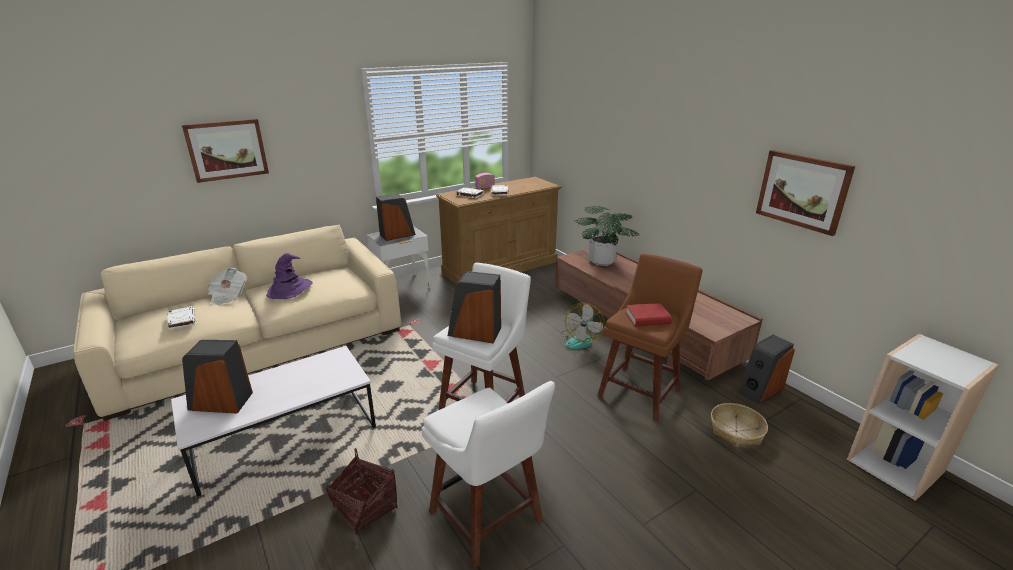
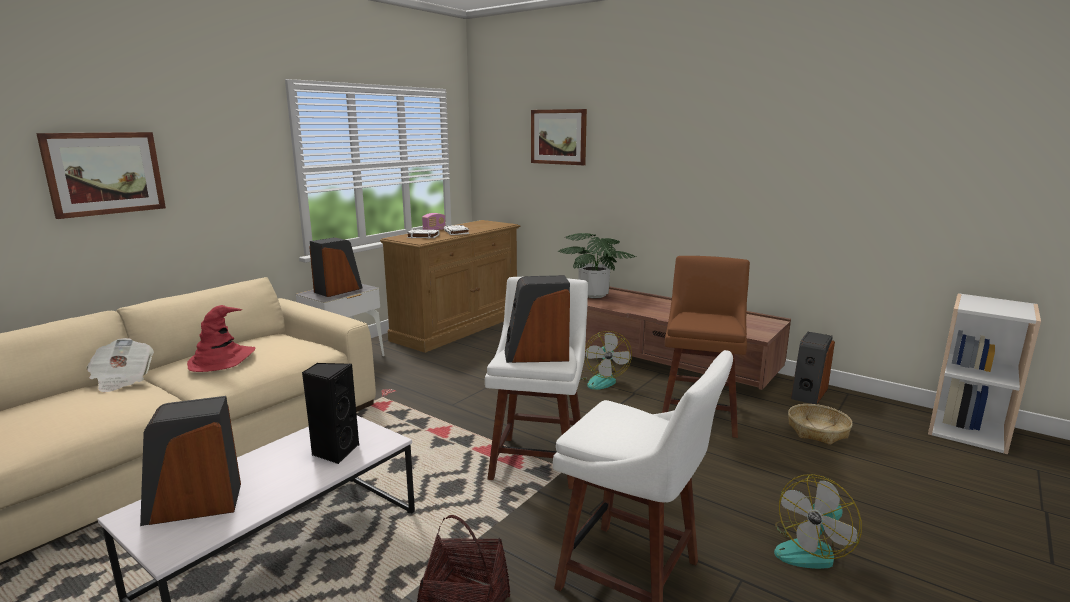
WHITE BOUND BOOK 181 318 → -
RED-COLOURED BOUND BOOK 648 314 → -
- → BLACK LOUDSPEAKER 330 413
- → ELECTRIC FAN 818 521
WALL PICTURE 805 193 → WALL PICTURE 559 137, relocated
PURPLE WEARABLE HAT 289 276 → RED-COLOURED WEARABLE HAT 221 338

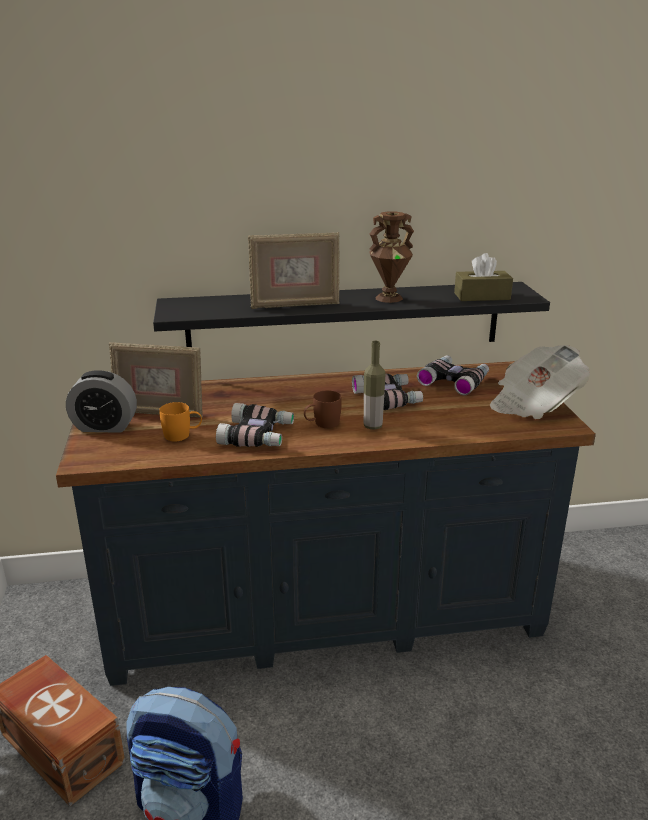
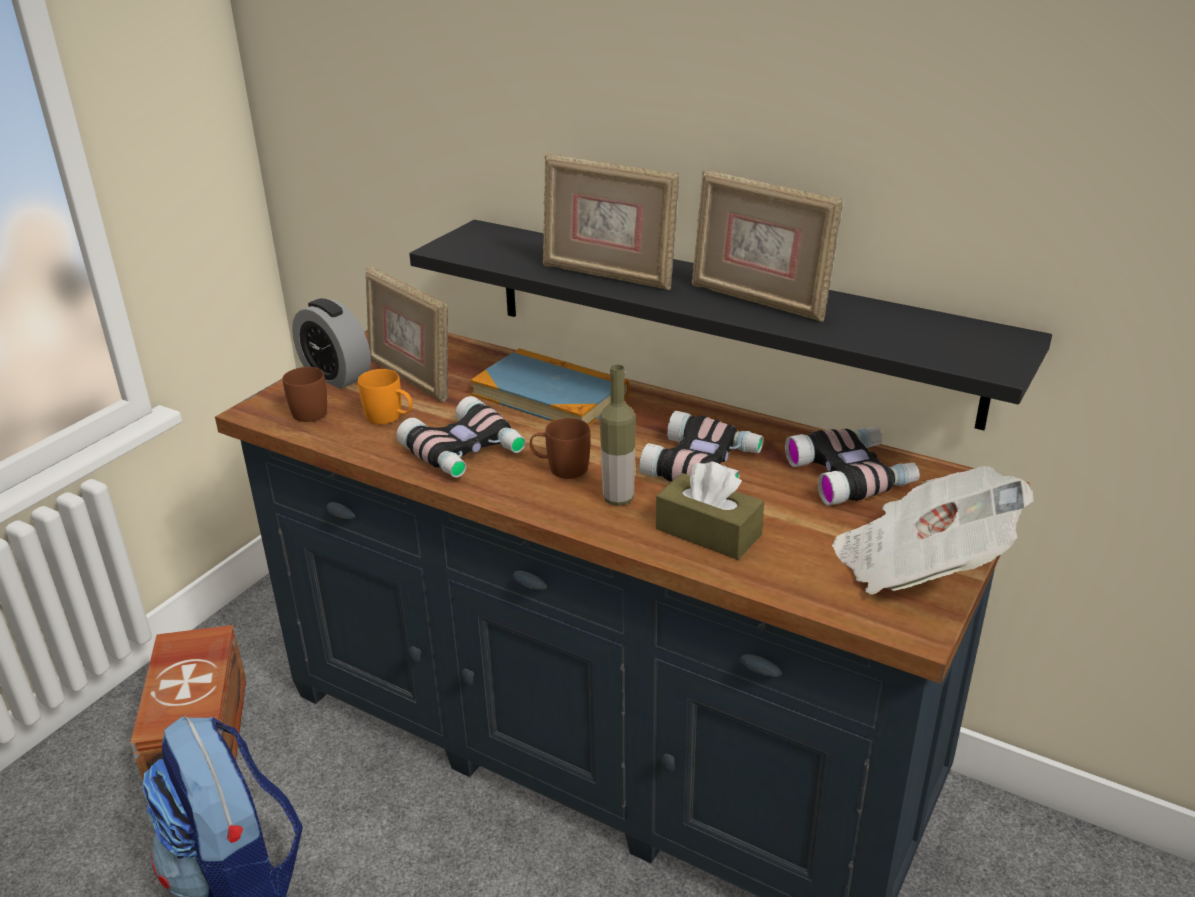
- → BROWNISH MUG 304 394
- → BOUND BOOK 549 387
BROWNISH TISSUE HOLDER 483 277 → BROWNISH TISSUE HOLDER 710 510, relocated
BROWNISH DECORATIVE VASE 391 257 → PHOTO FRAME 767 245

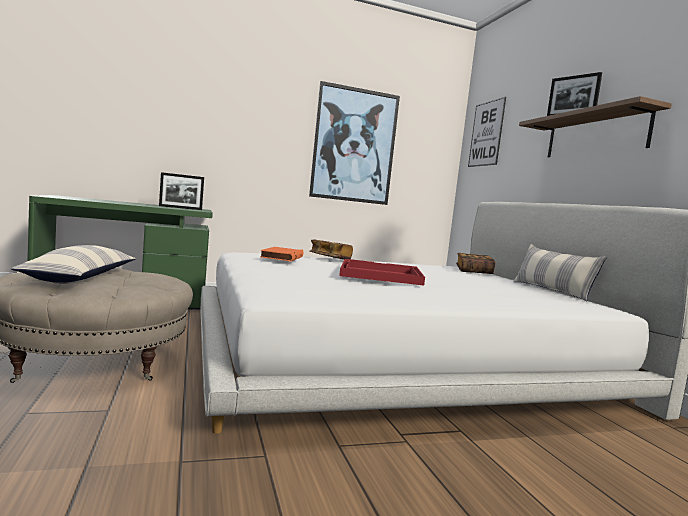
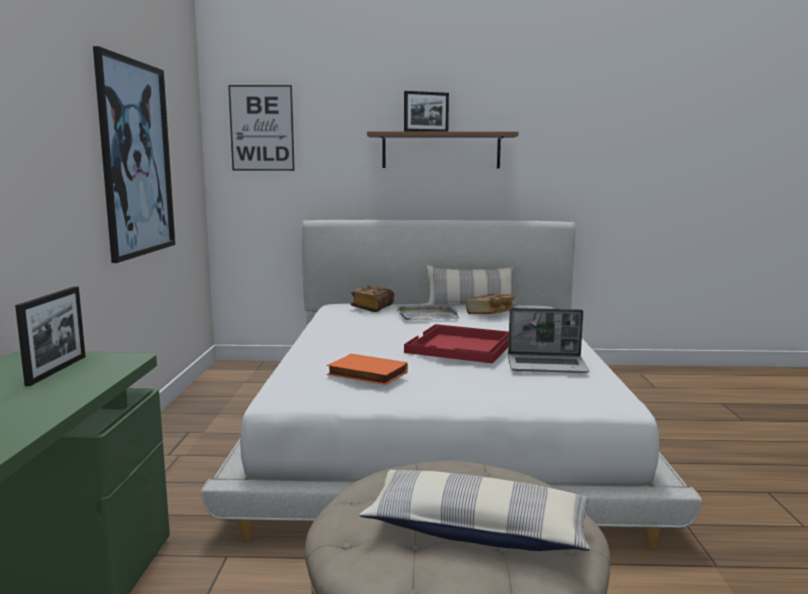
- → GREY TRAY 427 312
- → PORTABLE COMPUTER 548 340
BOUND BOOK 331 249 → BOUND BOOK 490 304, relocated

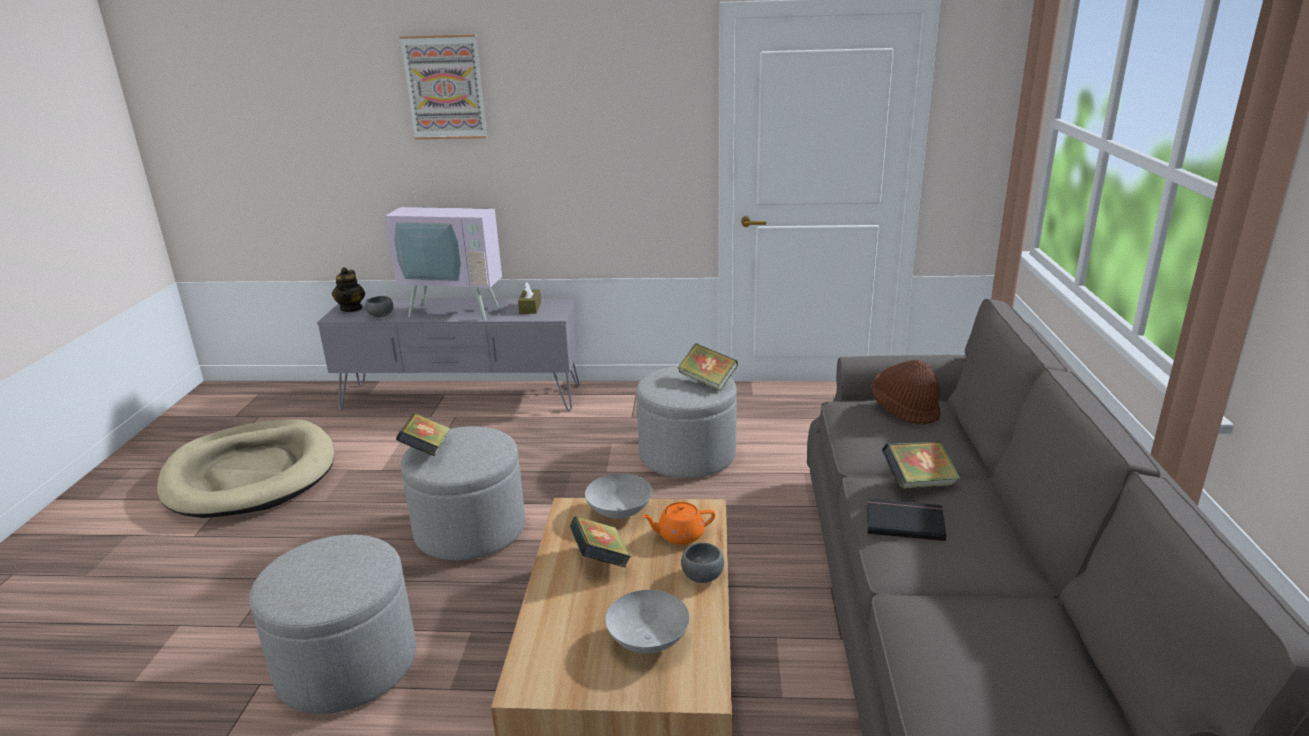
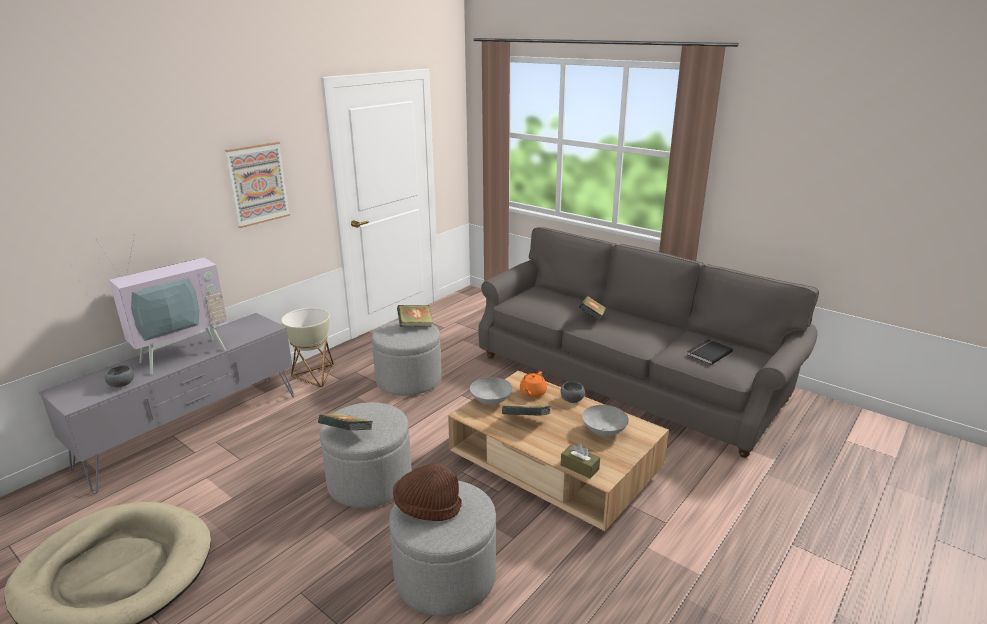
TEAPOT 348 289 → -
- → PLANT POT 307 347
WALL PICTURE 443 87 → WALL PICTURE 257 185, relocated
BROWNISH TISSUE HOLDER 529 298 → BROWNISH TISSUE HOLDER 580 461, relocated
BLACK BOUND BOOK 906 520 → BLACK BOUND BOOK 710 352, relocated
BROWNISH WEARABLE HAT 906 392 → BROWNISH WEARABLE HAT 427 492, relocated

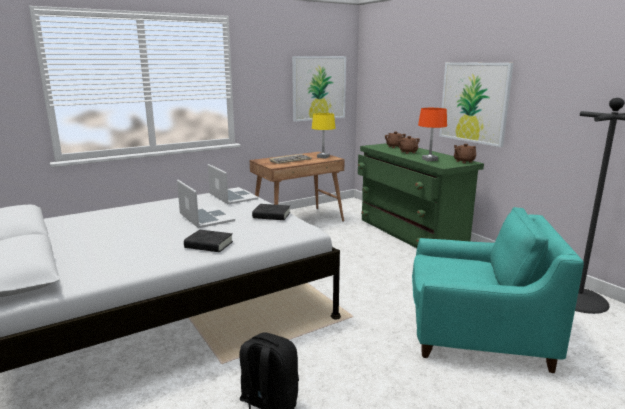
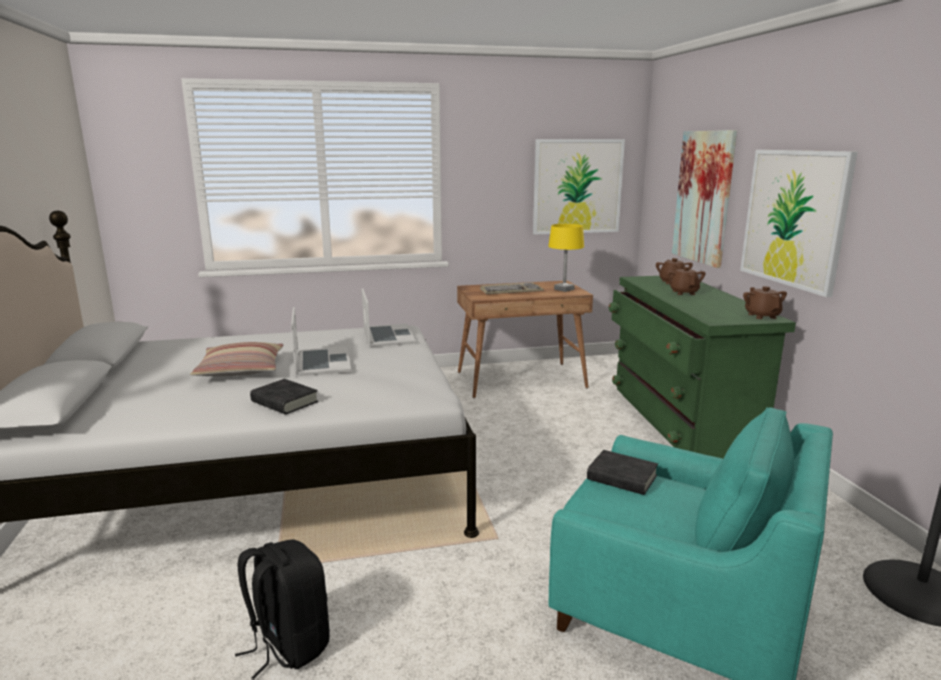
ORANGEY LAMP FOR A TABLE 432 134 → -
- → THROW PILLOW 236 359
- → WALL PICTURE 704 199
BLACK BOUND BOOK 271 212 → BLACK BOUND BOOK 622 472, relocated

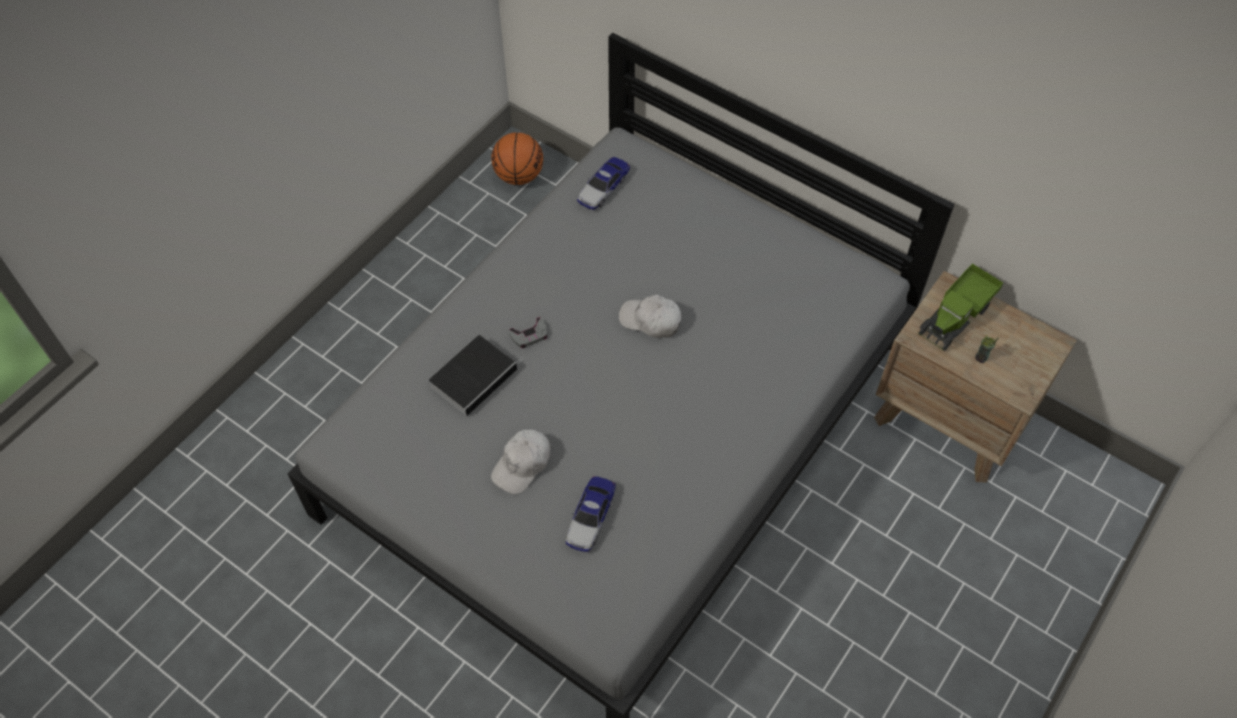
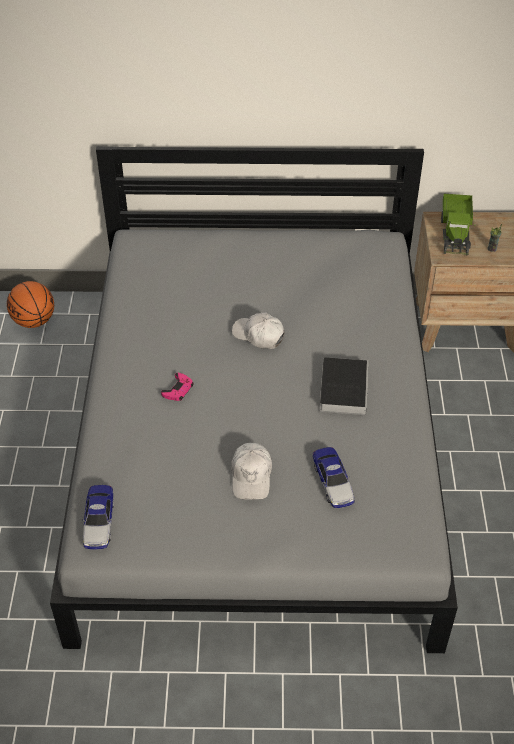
BOUND BOOK 476 375 → BOUND BOOK 343 386, relocated
TOY CAR 603 183 → TOY CAR 97 517, relocated
GREY GAMEPAD 528 332 → PINK-COLOURED GAMEPAD 177 387
WHITE BASEBALL CAP 650 316 → WHITE BASEBALL CAP 258 331, 45 degrees clockwise

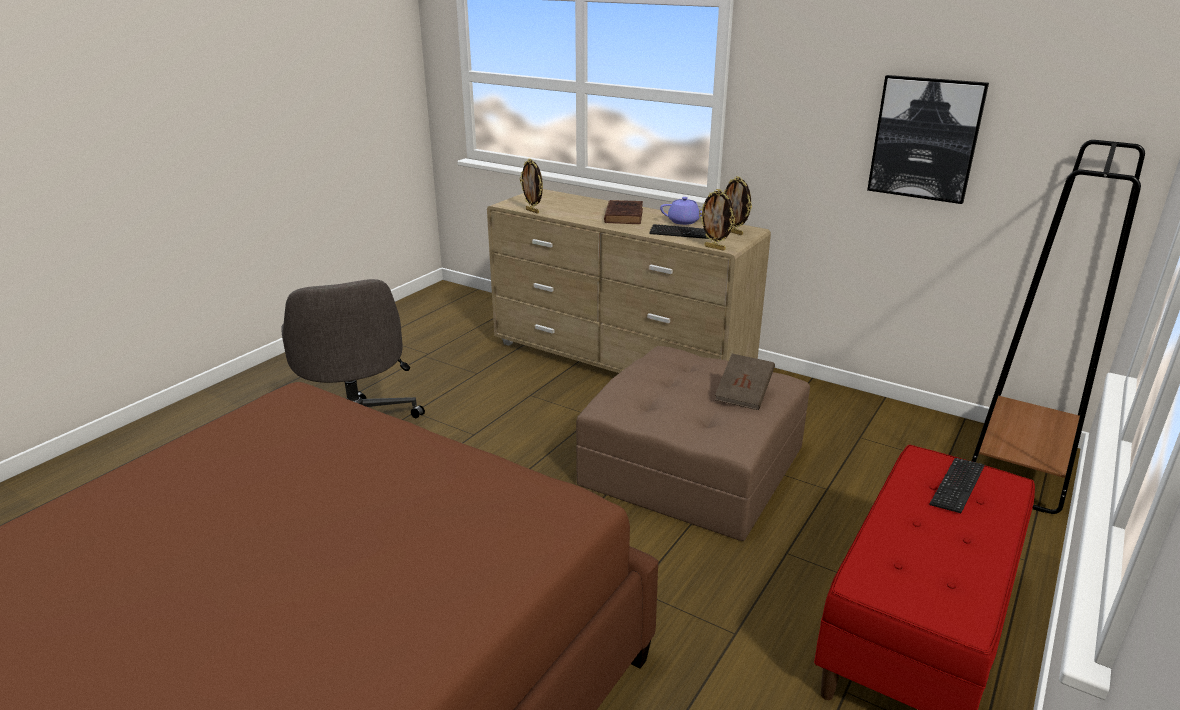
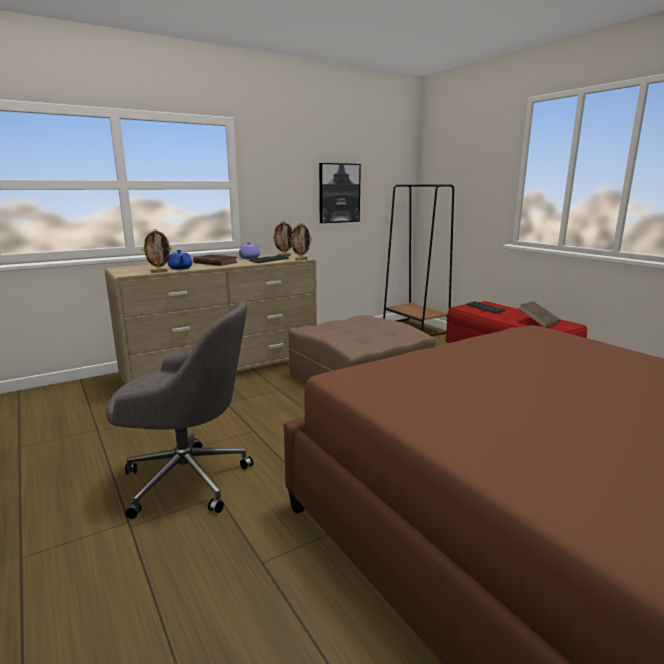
- → BLUE TEAPOT 180 260
BROWNISH BOUND BOOK 745 382 → BROWNISH BOUND BOOK 539 314, relocated

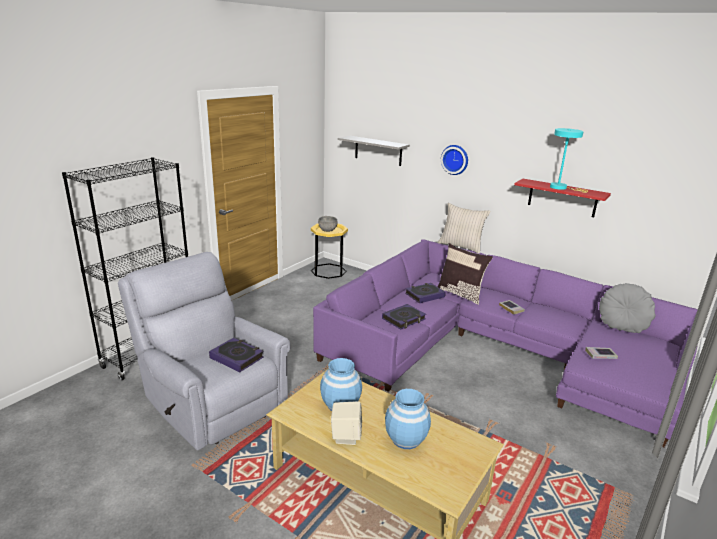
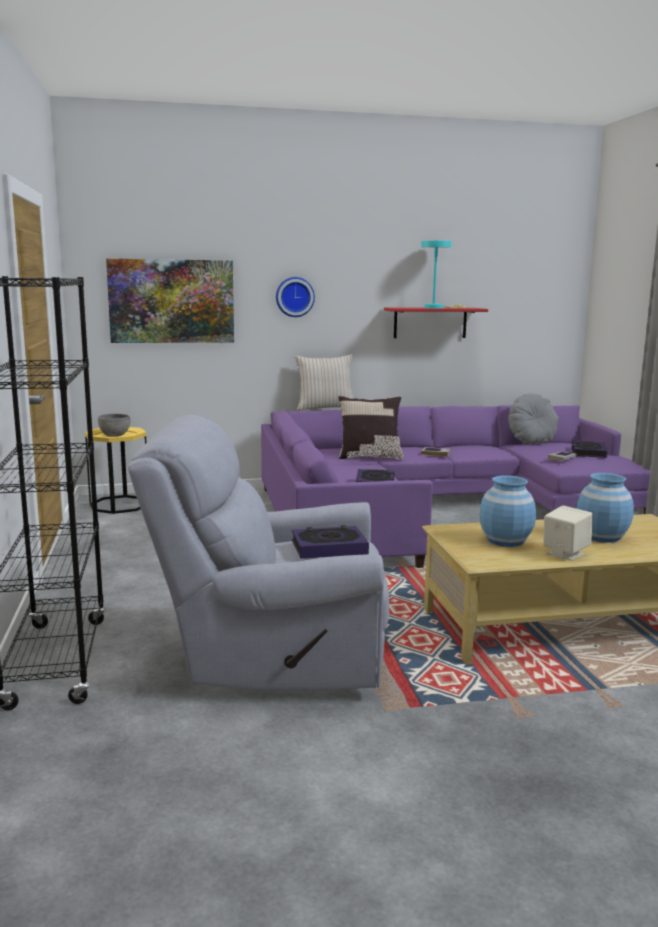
BOUND BOOK 425 293 → BOUND BOOK 589 449, relocated
GREY WALL SHELF 374 151 → WALL PICTURE 170 301

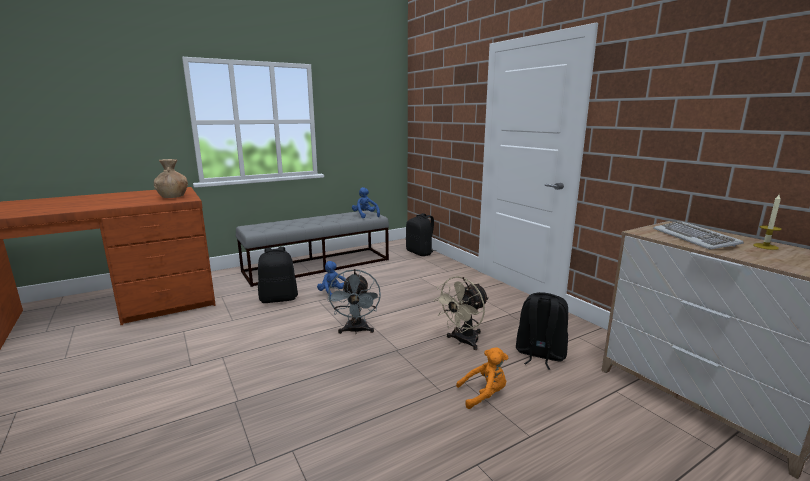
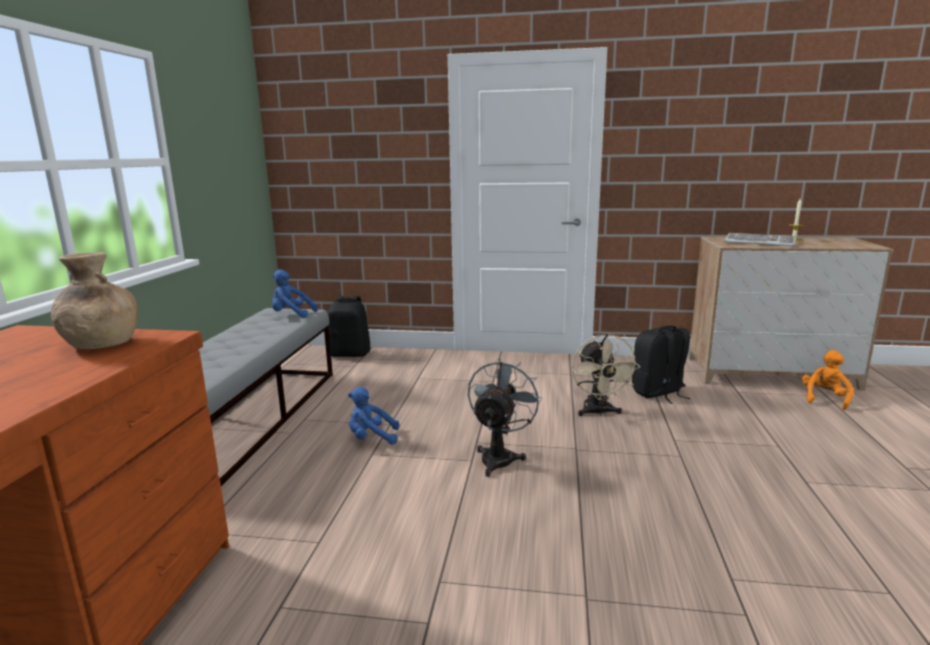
BLACK KNAPSACK 278 275 → -
ORANGEY SOFT TOY 482 378 → ORANGEY SOFT TOY 828 380, relocated
GREY ELECTRIC FAN 354 301 → GREY ELECTRIC FAN 505 417, 105 degrees counterclockwise

